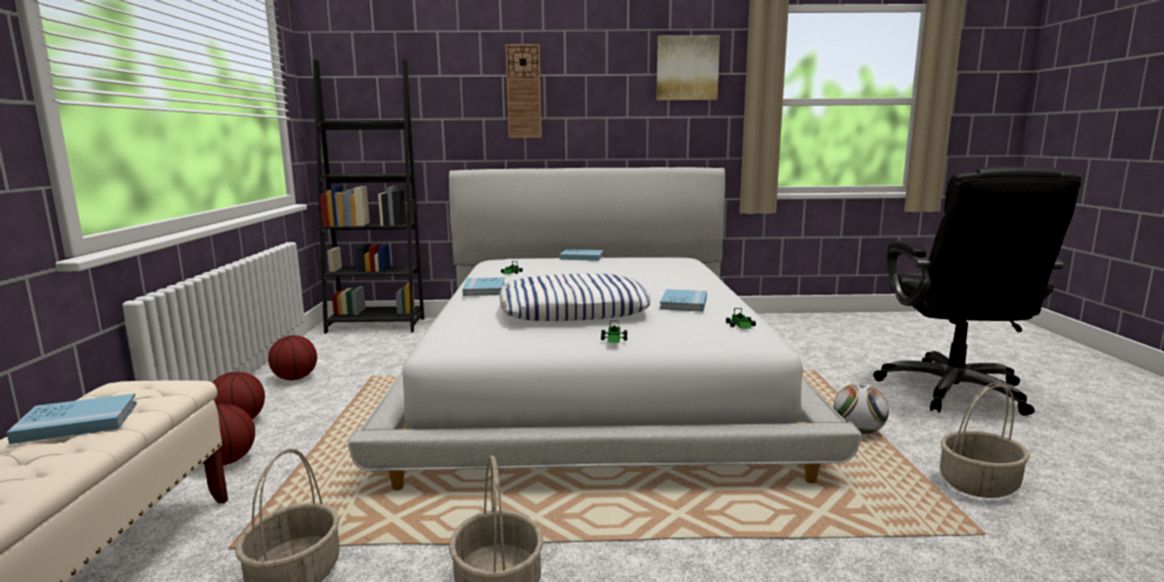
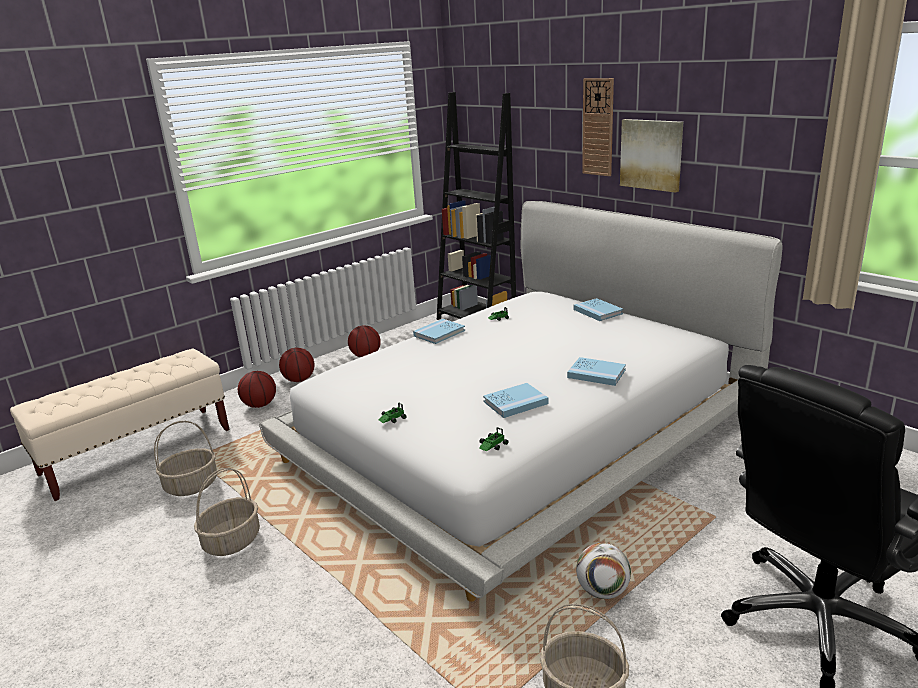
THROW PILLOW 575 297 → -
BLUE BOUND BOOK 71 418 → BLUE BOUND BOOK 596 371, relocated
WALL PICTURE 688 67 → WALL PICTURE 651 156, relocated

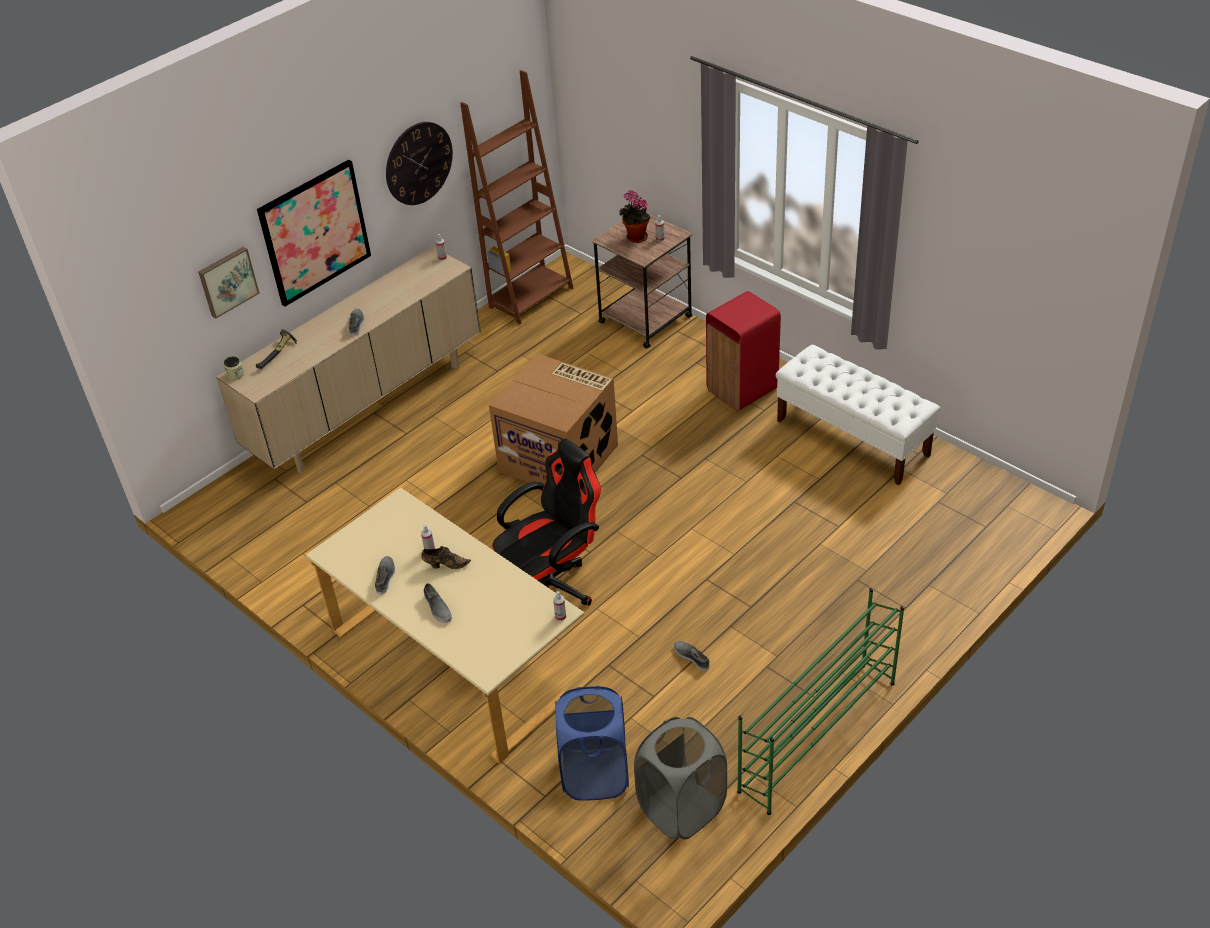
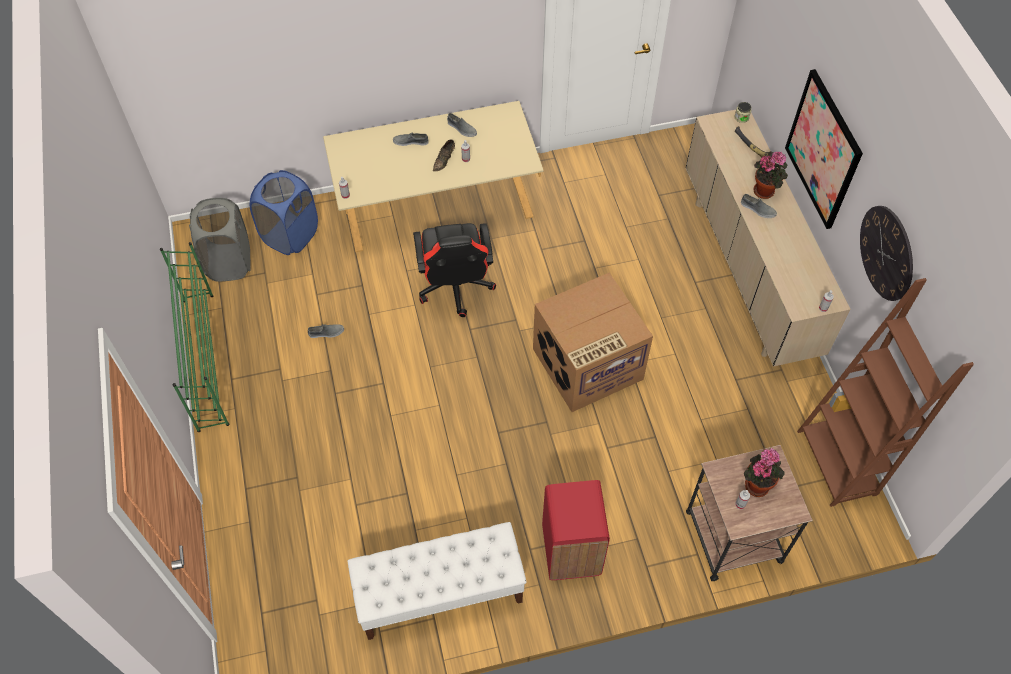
WALL PICTURE 228 283 → -
- → POTTED PLANT 770 175

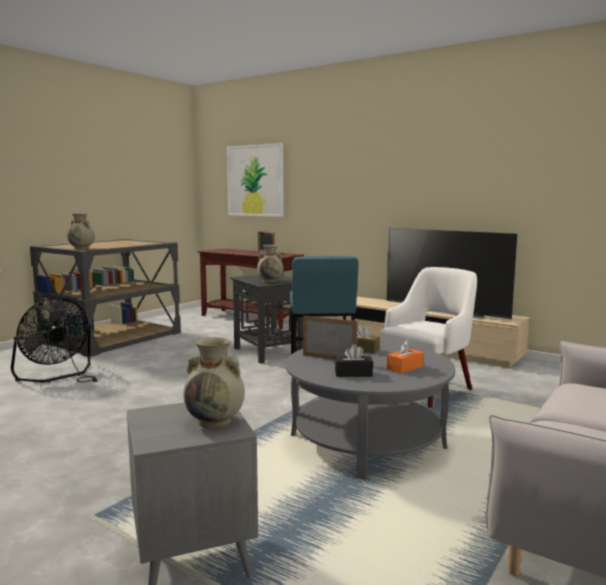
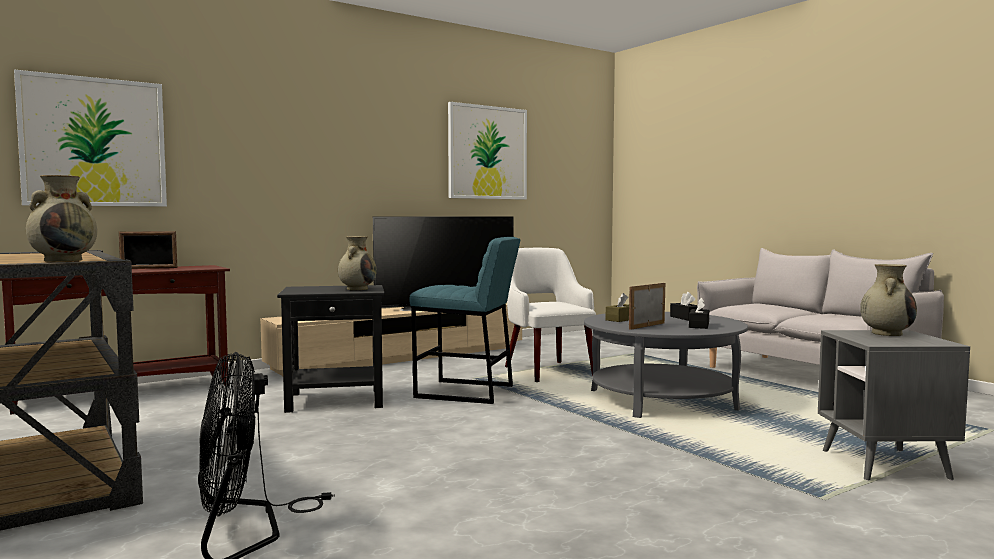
- → WALL PICTURE 487 151
ORANGEY TISSUE HOLDER 405 356 → BLACK TISSUE HOLDER 684 306

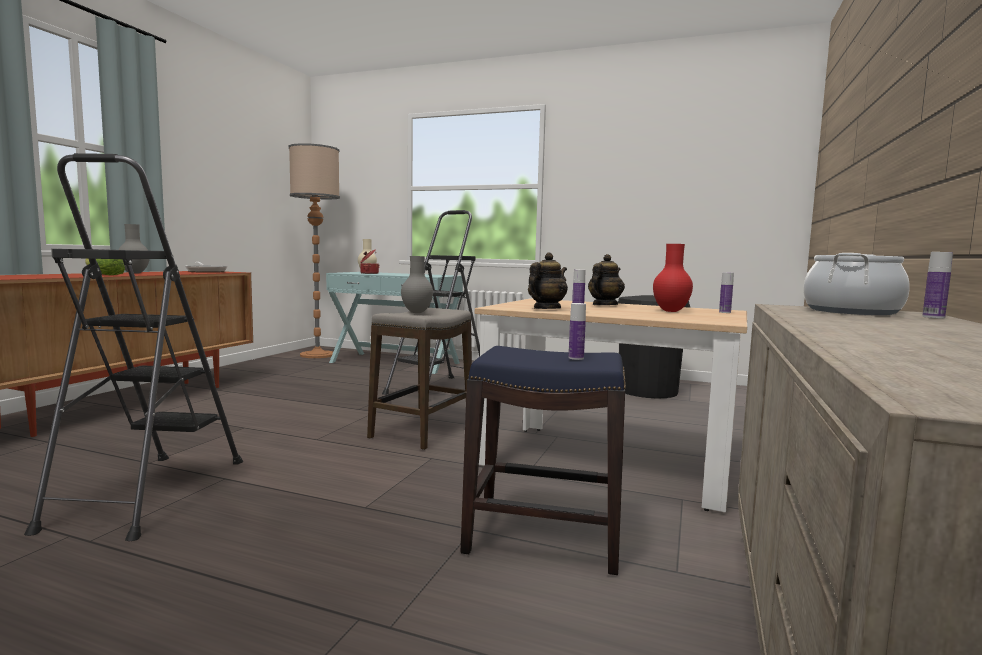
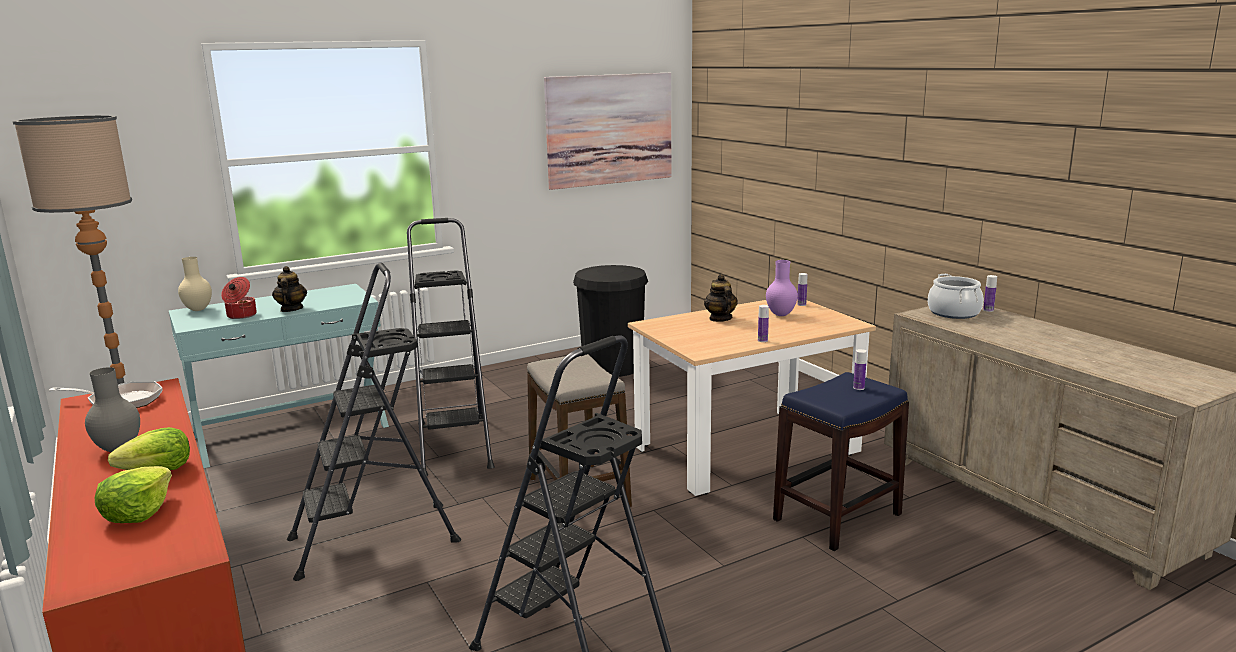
GREY DECORATIVE VASE 417 284 → -
- → LETTUCE HEAD 133 494
- → STEPLADDER 374 422
- → WALL PICTURE 607 131
TEAPOT 548 280 → TEAPOT 289 289, relocated
RED-COLOURED DECORATIVE VASE 673 278 → PURPLE DECORATIVE VASE 782 288

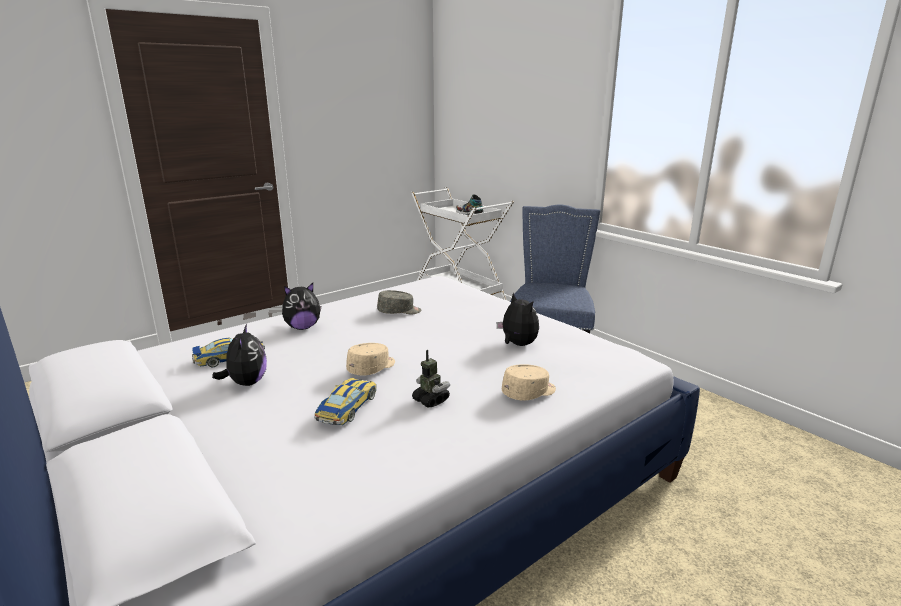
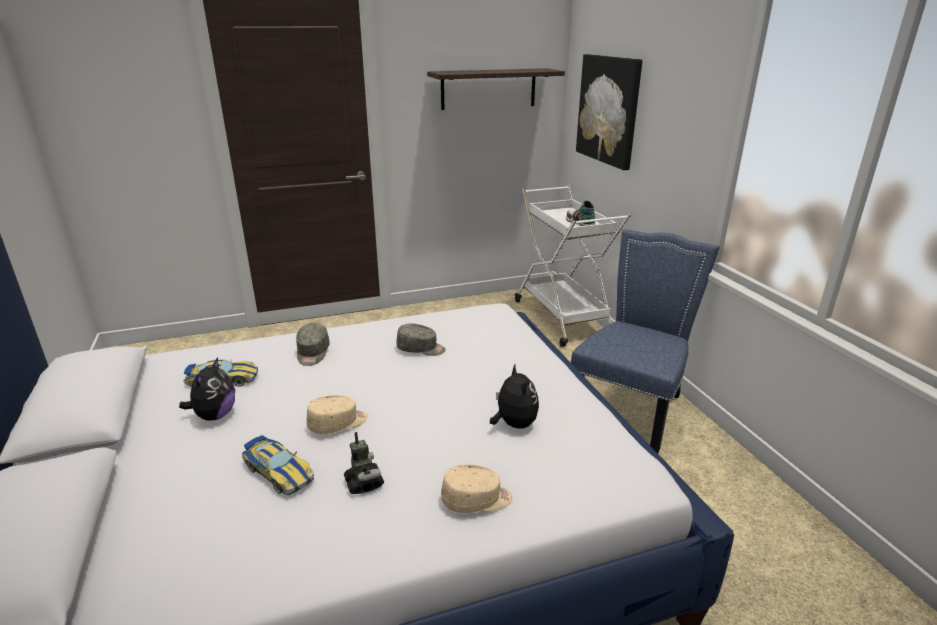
- → WALL SHELF 496 89
- → WALL PICTURE 609 112
SOFT TOY 301 306 → GREY BASEBALL CAP 313 344
TOY CAR 345 401 → TOY CAR 278 465, 90 degrees clockwise

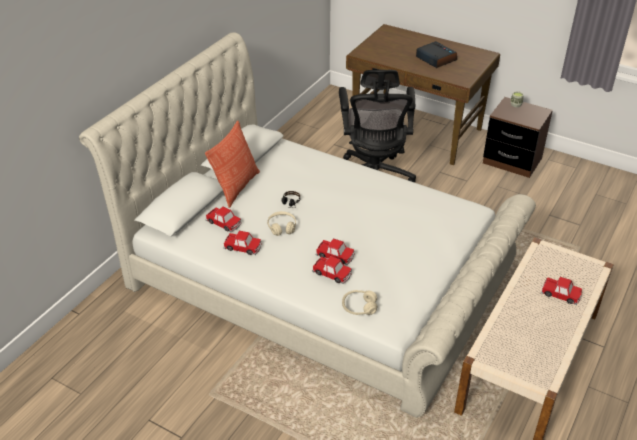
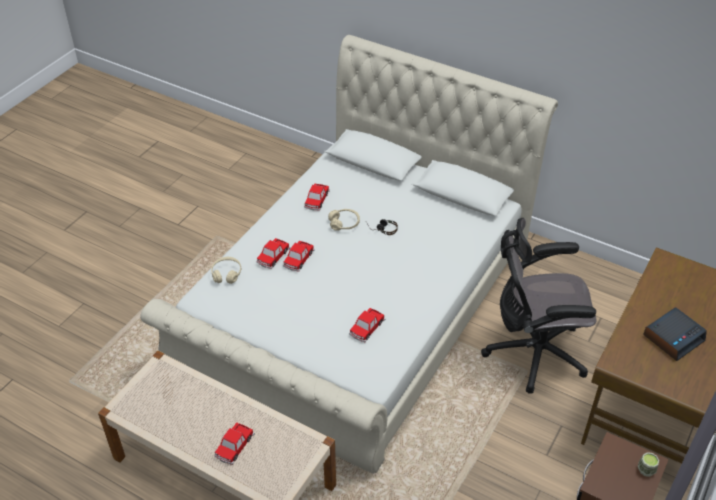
ORANGEY THROW PILLOW 232 164 → -
TOY CAR 223 219 → TOY CAR 367 325, relocated

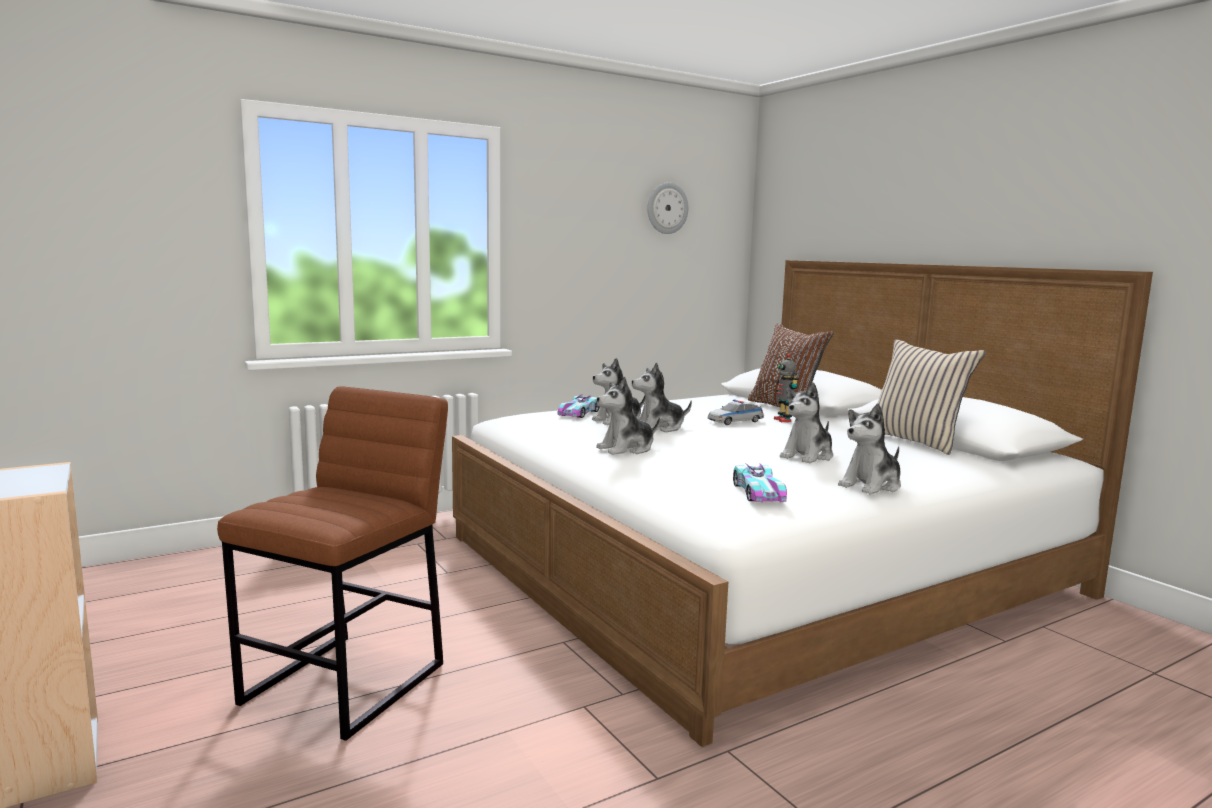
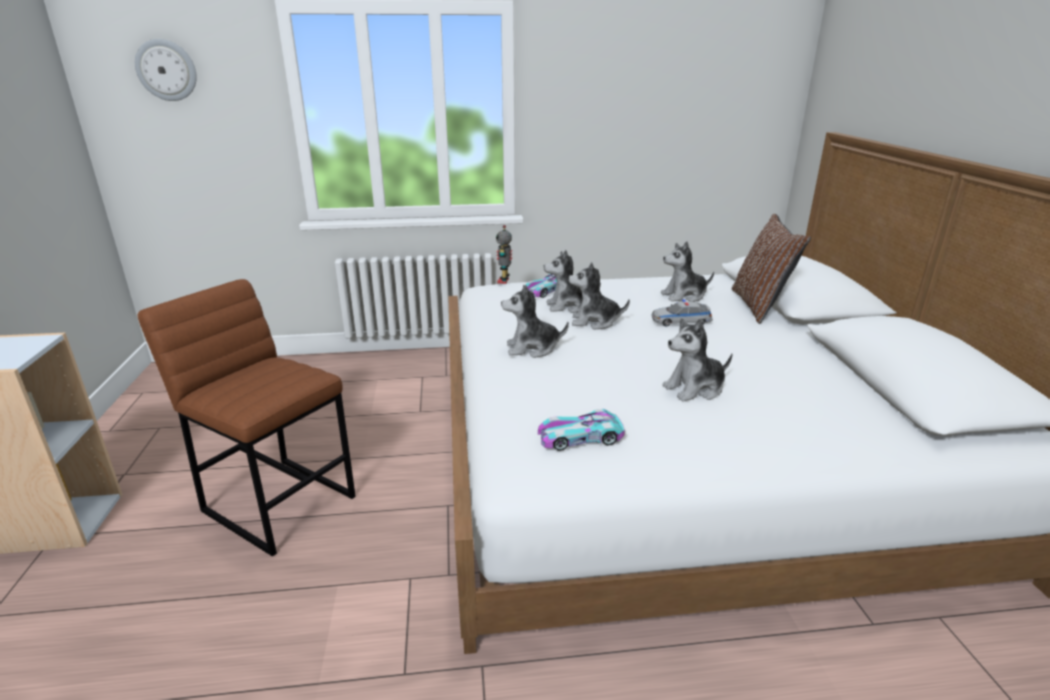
SAND-COLOURED THROW PILLOW 931 397 → -
HANGING CLOCK 667 208 → HANGING CLOCK 166 70, relocated
MODEL ROBOT 786 388 → MODEL ROBOT 504 254, relocated
SOFT TOY 869 448 → SOFT TOY 687 271, relocated
BROWNISH CHAIR 332 563 → BROWNISH CHAIR 247 418, 105 degrees counterclockwise
TOY CAR 760 482 → TOY CAR 581 430, 60 degrees clockwise

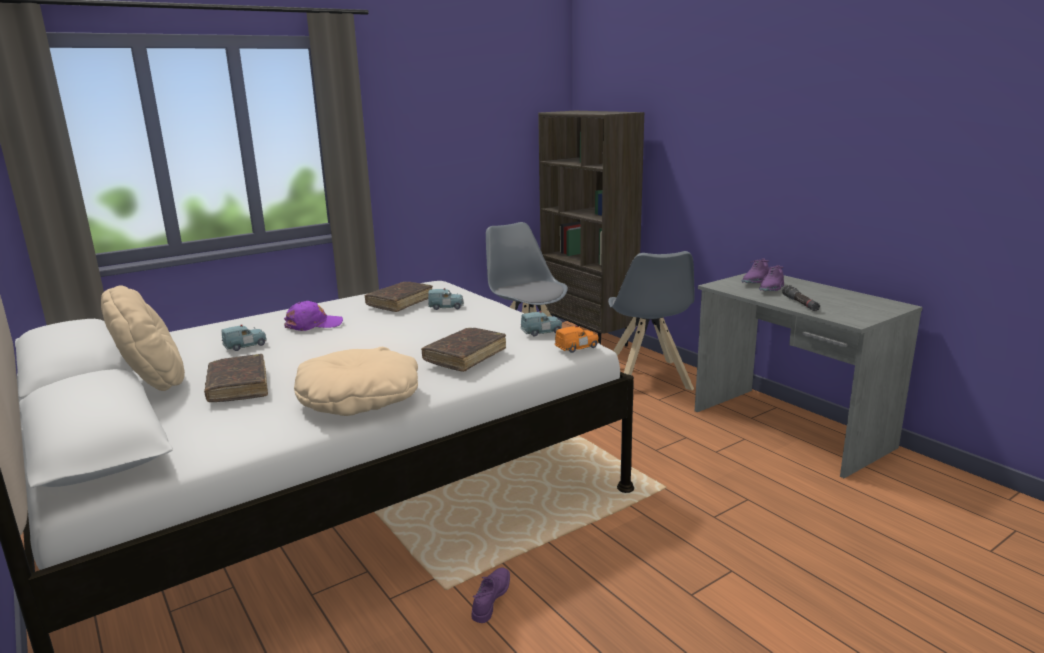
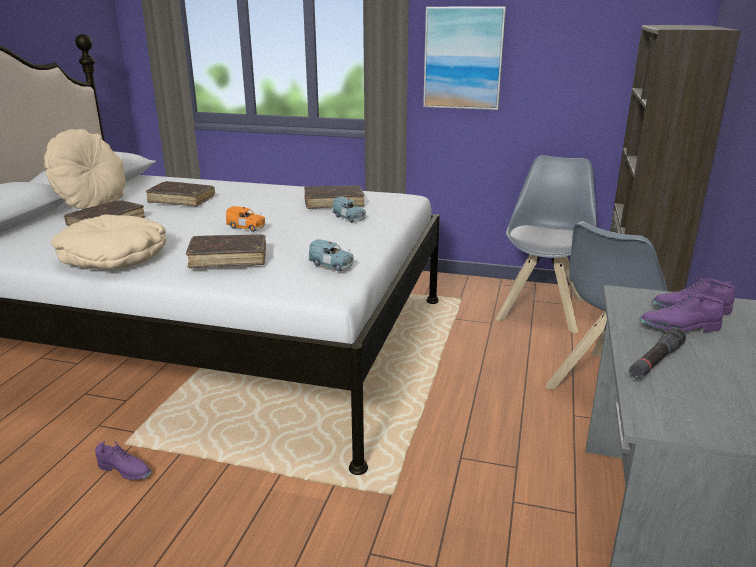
PURPLE BASEBALL CAP 313 316 → -
- → WALL PICTURE 464 58
ORANGEY TOY CAR 576 339 → ORANGEY TOY CAR 245 219, relocated
BLUE TOY CAR 244 337 → BROWNISH BOUND BOOK 180 194
PURPLE LOW SHOE 490 595 → PURPLE LOW SHOE 123 460, 45 degrees clockwise

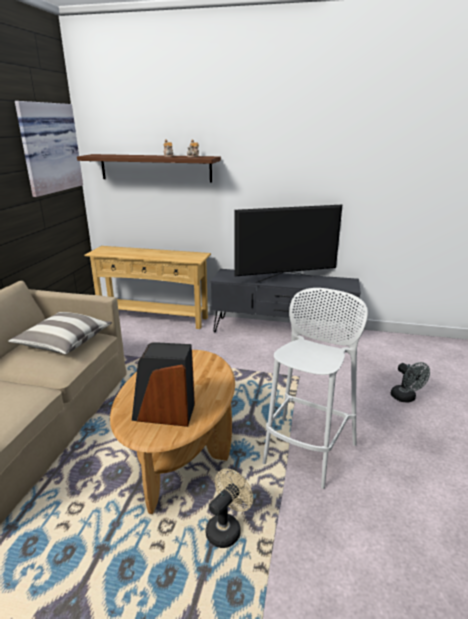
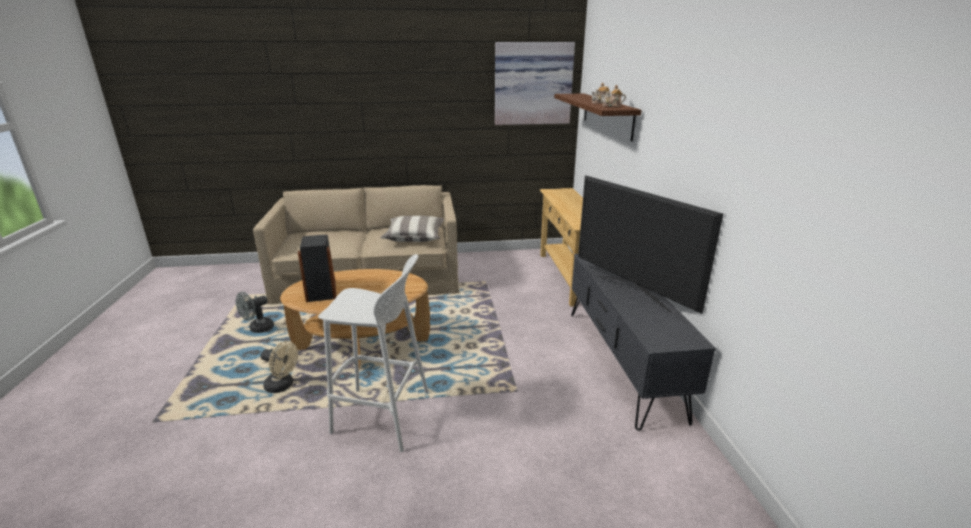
GREY ELECTRIC FAN 410 382 → GREY ELECTRIC FAN 255 312, relocated

